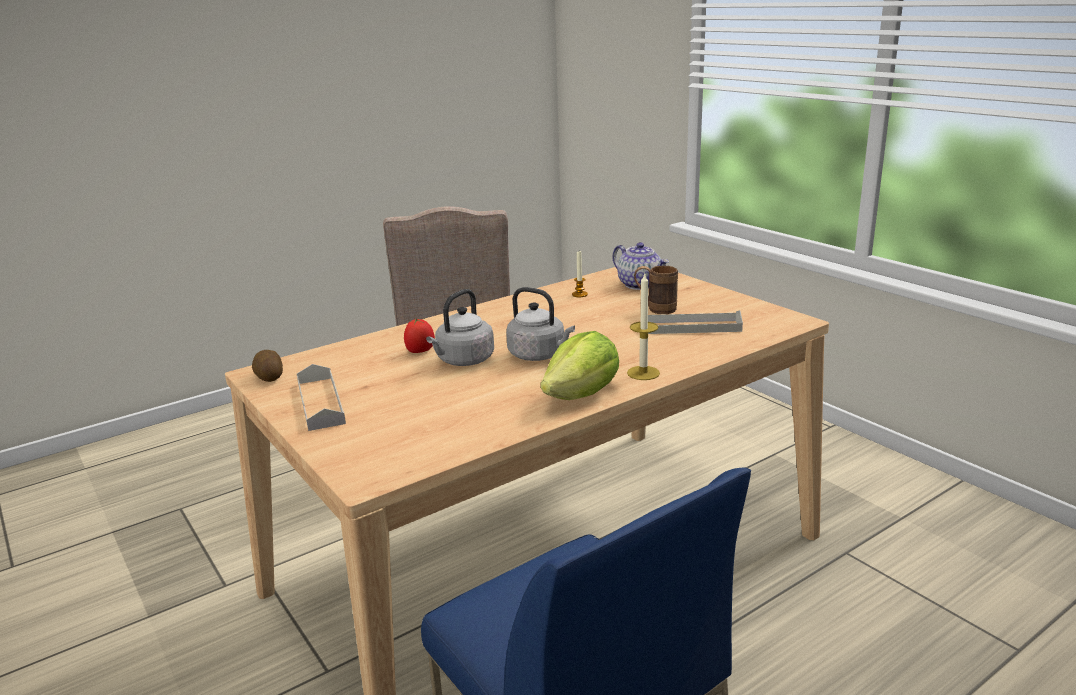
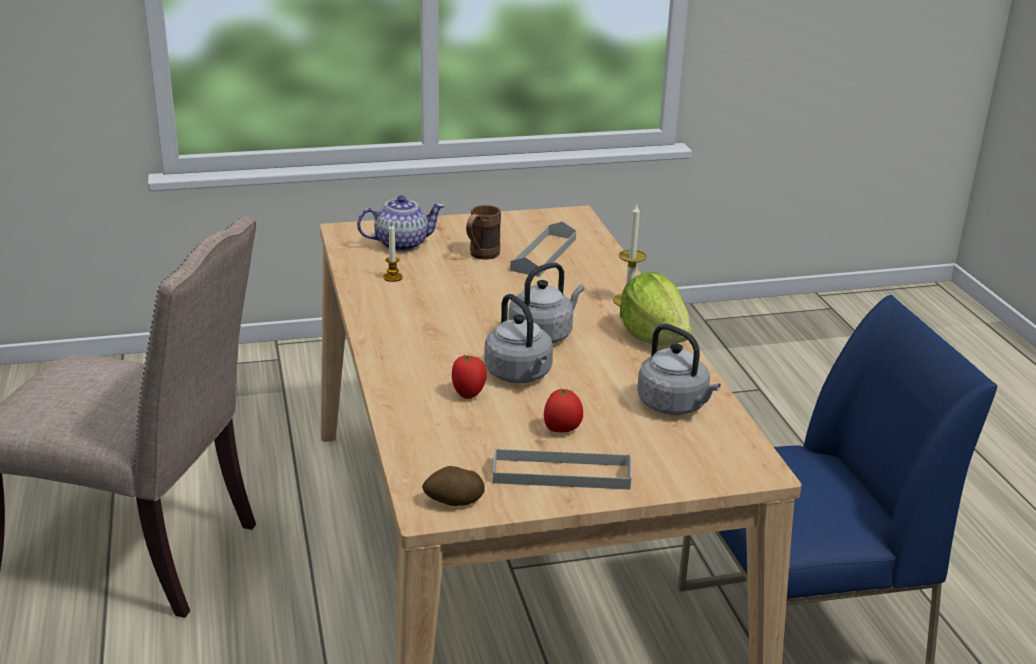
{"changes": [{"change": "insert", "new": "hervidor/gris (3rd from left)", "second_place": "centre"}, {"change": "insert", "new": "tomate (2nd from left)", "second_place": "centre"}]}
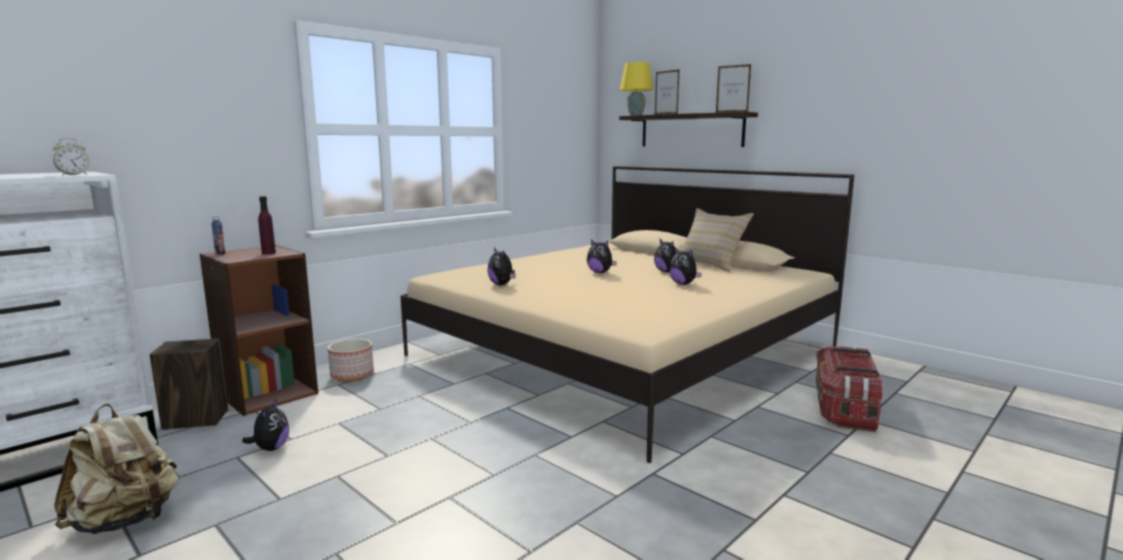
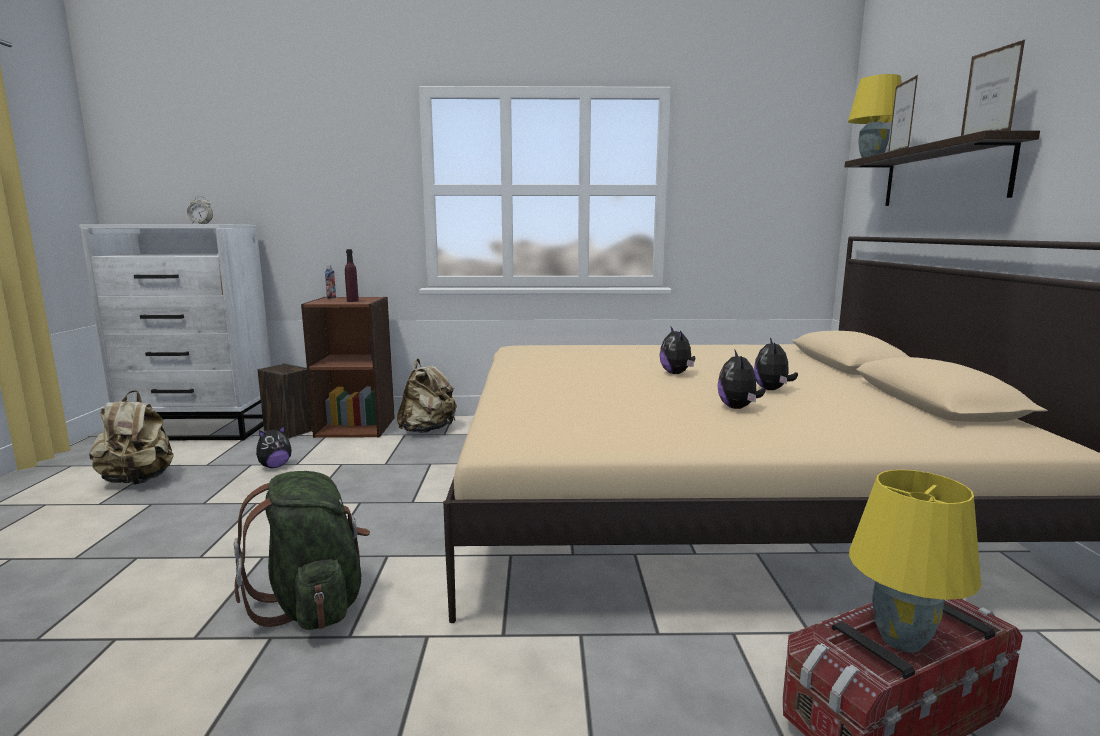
{"changes": [{"change": "delete", "old": "cojín/beis", "first_place": "centre"}, {"change": "delete", "old": "peluche (2nd from left)", "first_place": "centre"}, {"change": "replace", "old": "maceta", "new": "mochila/beis (2nd from left)", "first_place": "middle left", "second_place": "centre"}, {"change": "insert", "new": "lámpara de mesa/amarillo (2nd from left)", "second_place": "bottom right"}, {"change": "insert", "new": "mochila/verde", "second_place": "bottom left"}]}
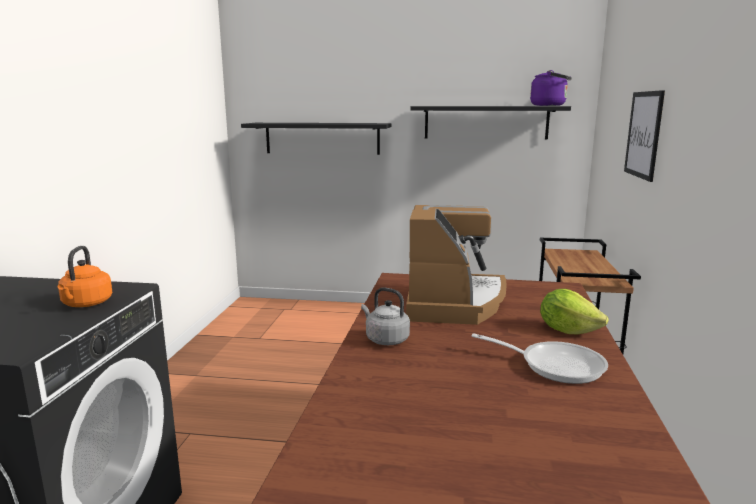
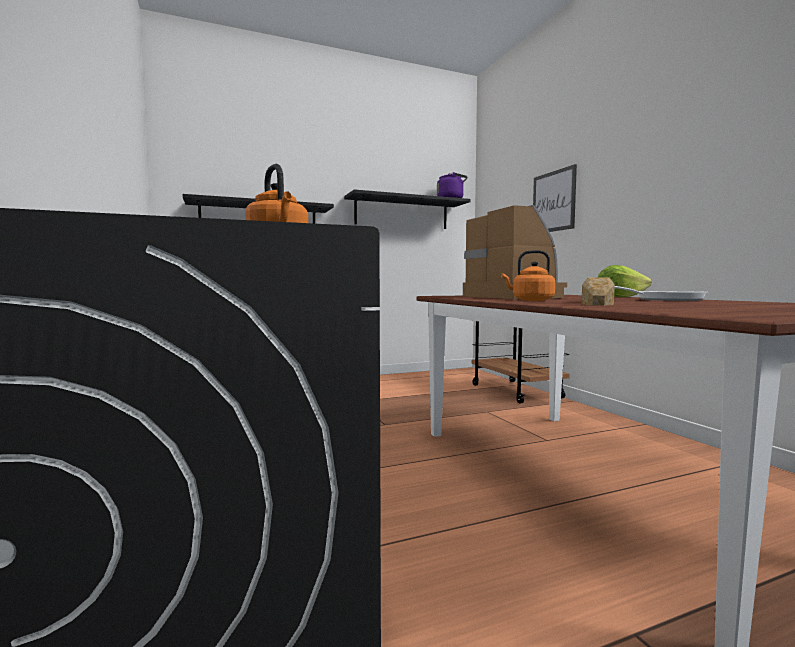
{"changes": [{"change": "recolor", "old": "hervidor/gris", "new": "hervidor/naranja (2nd from left)", "first_place": "centre", "second_place": "centre"}, {"change": "insert", "new": "pan", "second_place": "middle right"}]}
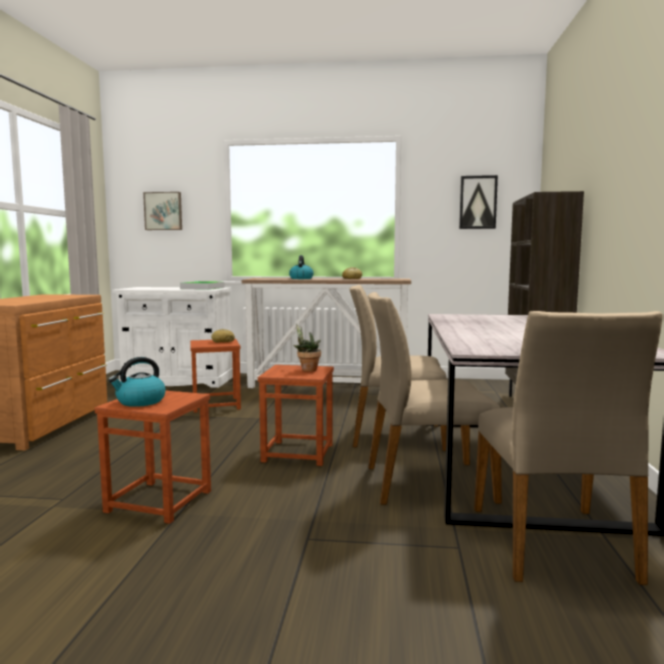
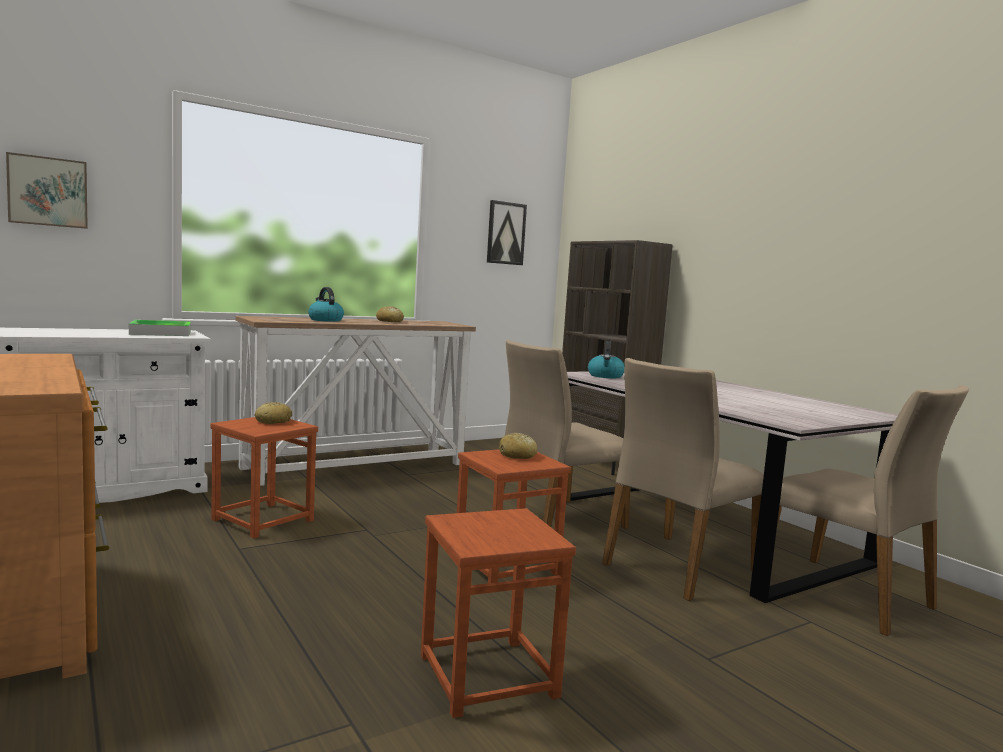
{"changes": [{"change": "replace", "old": "planta en maceta", "new": "pan (3rd from left)", "first_place": "centre", "second_place": "centre"}, {"change": "move", "old": "hervidor (1st from left in the first image)", "new": "hervidor (2nd from left)", "first_place": "middle left", "second_place": "centre"}]}
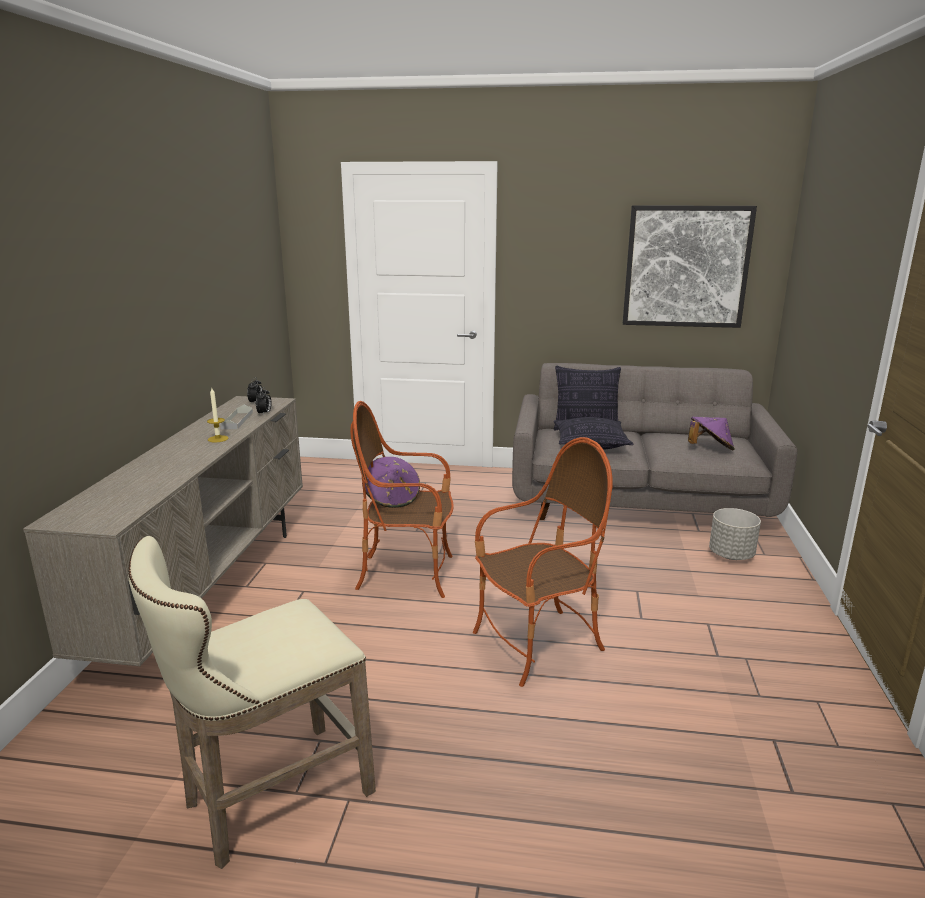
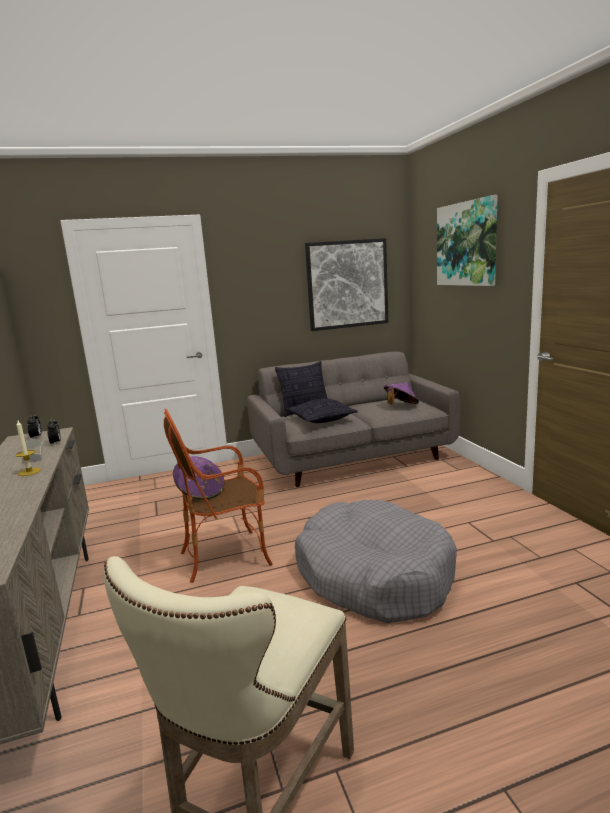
{"changes": [{"change": "replace", "old": "sillón (2nd from left)", "new": "cama para perro/gris", "first_place": "centre", "second_place": "bottom centre"}, {"change": "delete", "old": "maceta/gris", "first_place": "middle right"}, {"change": "insert", "new": "cuadro (2nd from left)", "second_place": "top right"}]}
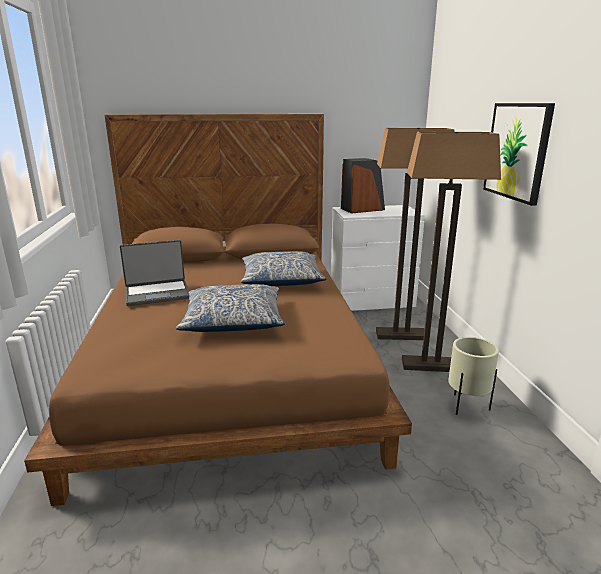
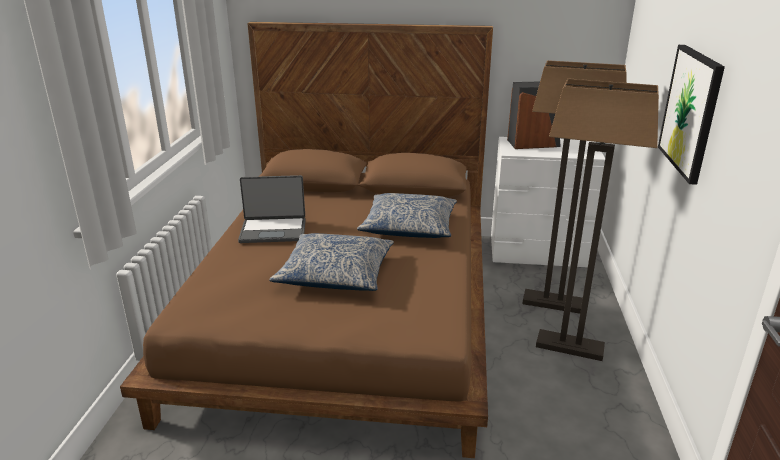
{"changes": [{"change": "delete", "old": "maceta/beis", "first_place": "middle right"}]}
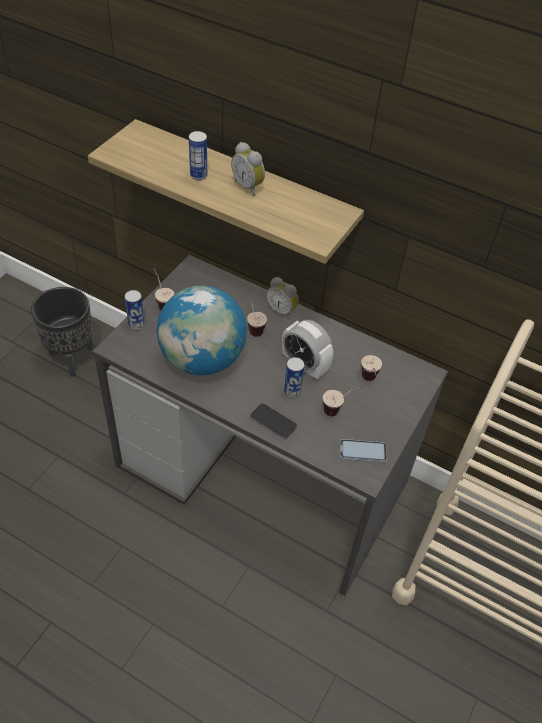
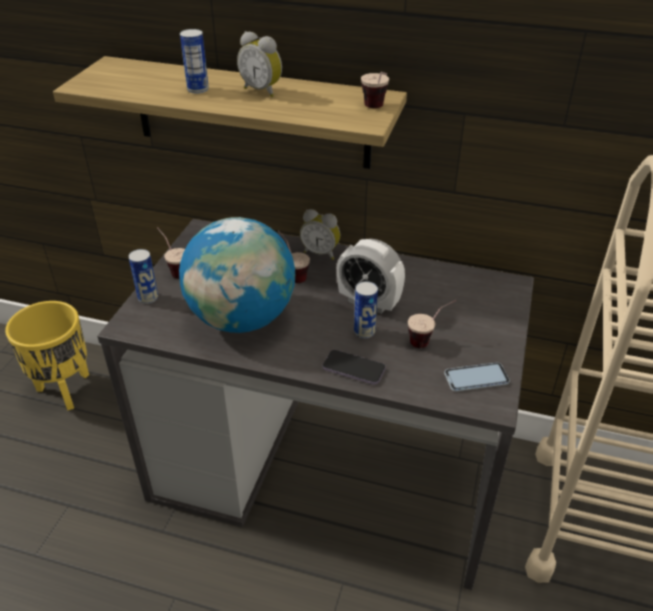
{"changes": [{"change": "recolor", "old": "maceta/negro", "new": "maceta/amarillo", "first_place": "middle left", "second_place": "middle left"}, {"change": "move", "old": "taza (4th from left in the first image)", "new": "taza (3rd from left)", "first_place": "middle right", "second_place": "top centre"}]}
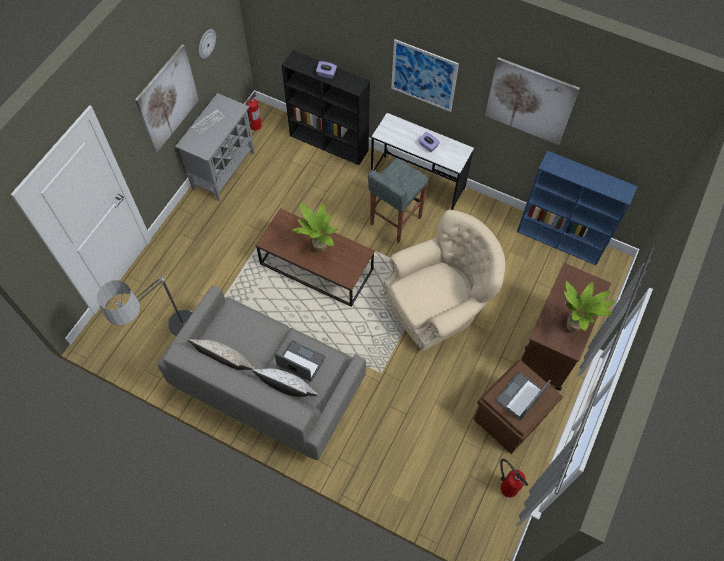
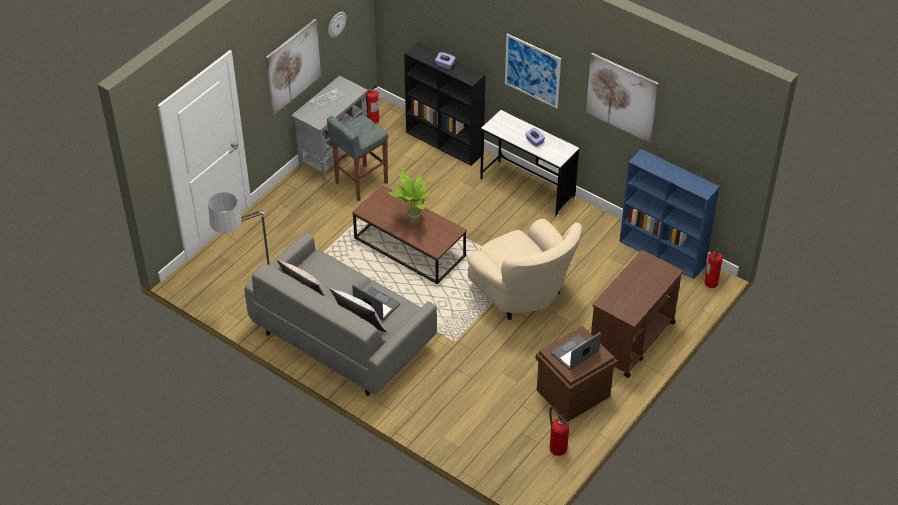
{"changes": [{"change": "move", "old": "taburete/gris", "first_place": "centre", "second_place": "top centre"}, {"change": "rotate", "old": "sillón/beis", "first_place": "centre", "second_place": "centre", "degrees": 75}, {"change": "delete", "old": "planta en maceta (2nd from left)", "first_place": "middle right"}, {"change": "insert", "new": "extintor (3rd from left)", "second_place": "middle right"}]}
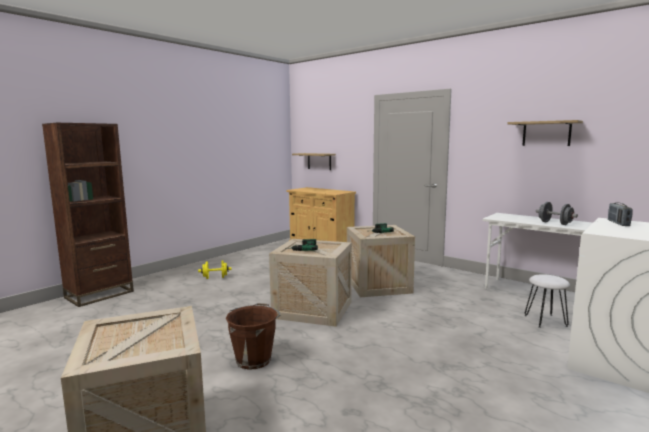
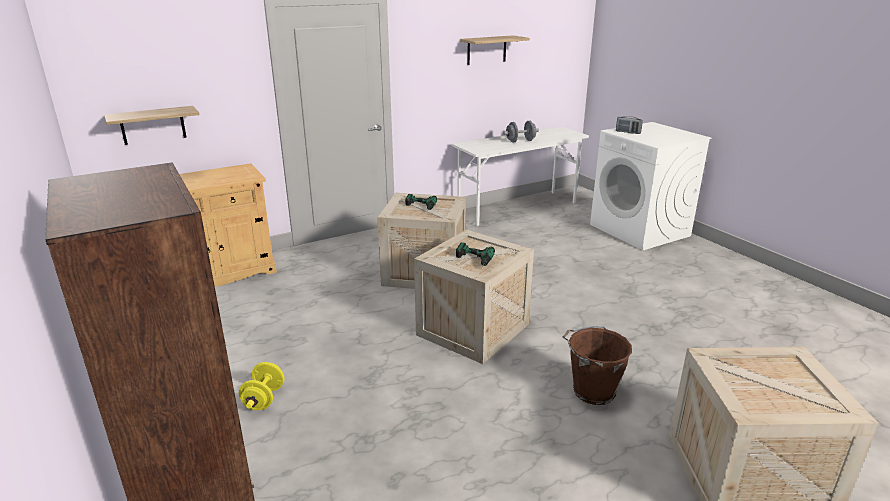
{"changes": [{"change": "delete", "old": "taburete/blanco", "first_place": "bottom right"}]}
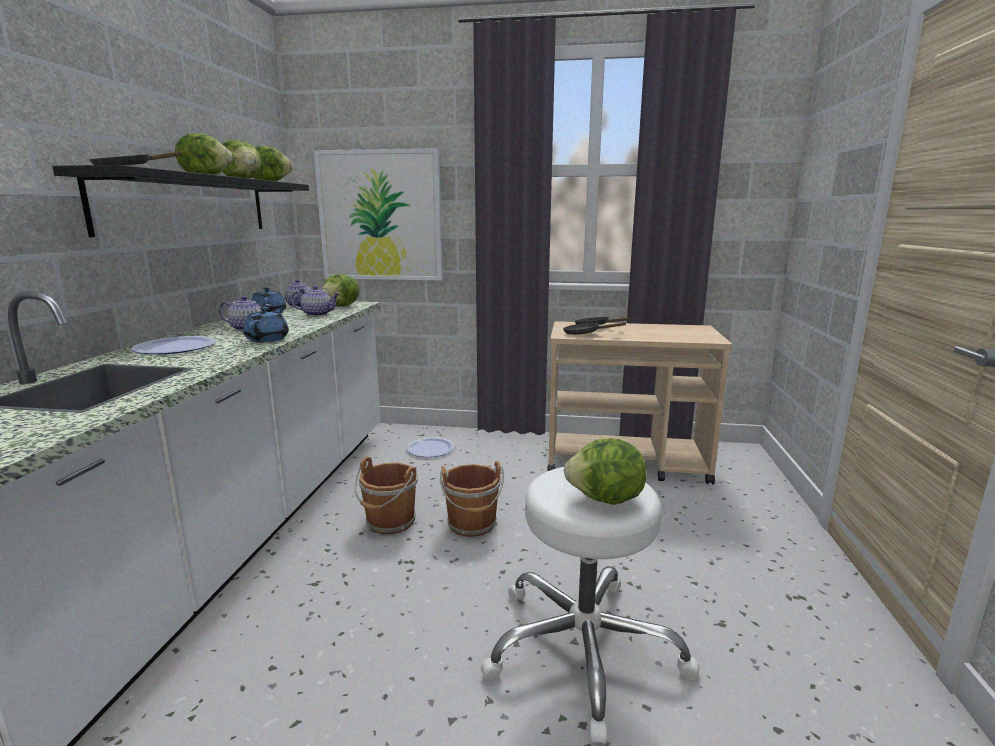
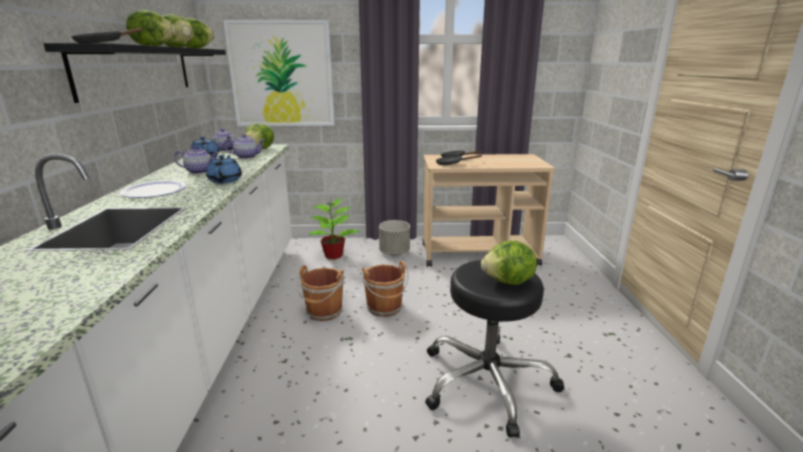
{"changes": [{"change": "replace", "old": "plato (2nd from left)", "new": "planta en maceta", "first_place": "centre", "second_place": "centre"}, {"change": "recolor", "old": "taburete/blanco", "new": "taburete/negro", "first_place": "bottom centre", "second_place": "bottom centre"}, {"change": "insert", "new": "maceta/gris", "second_place": "centre"}]}
